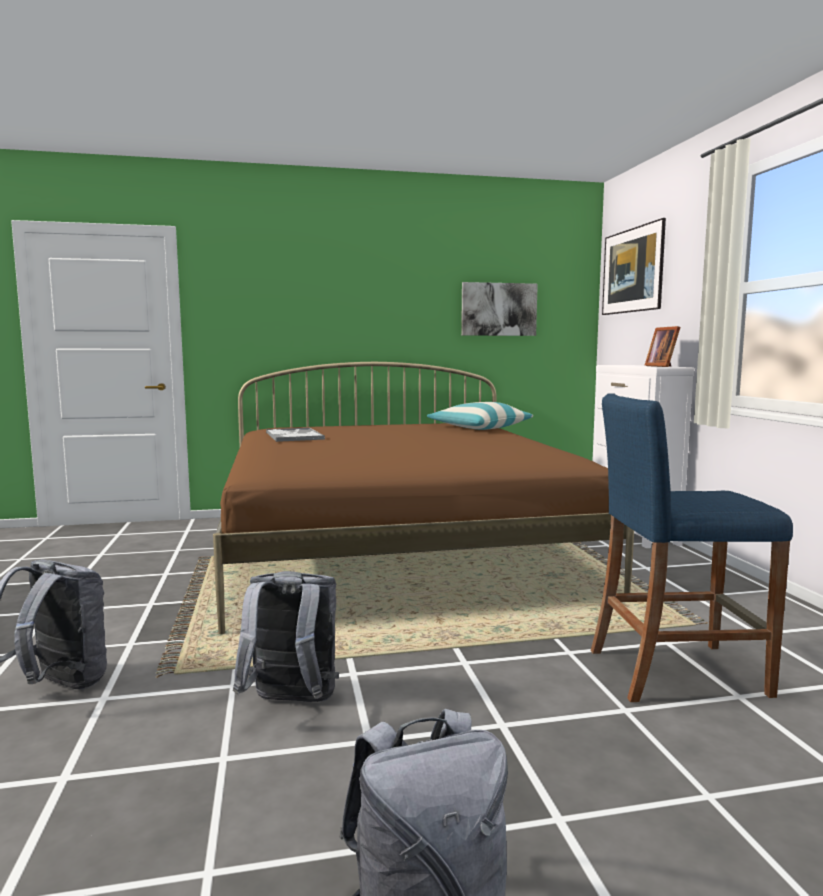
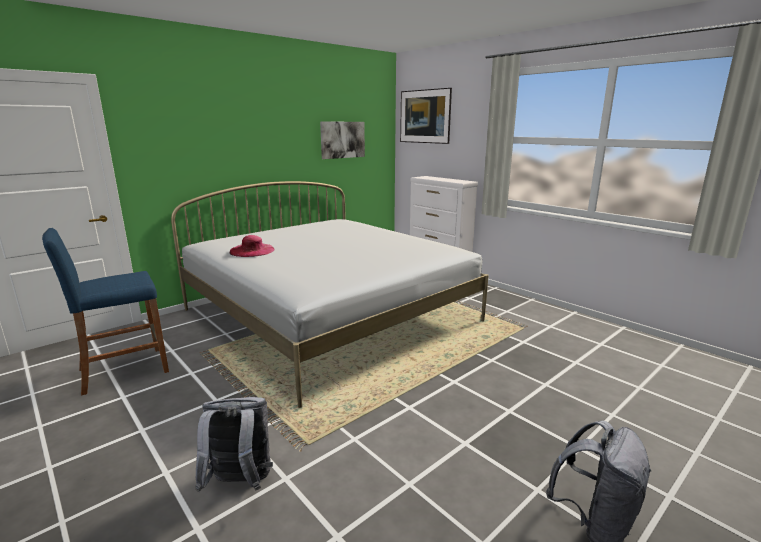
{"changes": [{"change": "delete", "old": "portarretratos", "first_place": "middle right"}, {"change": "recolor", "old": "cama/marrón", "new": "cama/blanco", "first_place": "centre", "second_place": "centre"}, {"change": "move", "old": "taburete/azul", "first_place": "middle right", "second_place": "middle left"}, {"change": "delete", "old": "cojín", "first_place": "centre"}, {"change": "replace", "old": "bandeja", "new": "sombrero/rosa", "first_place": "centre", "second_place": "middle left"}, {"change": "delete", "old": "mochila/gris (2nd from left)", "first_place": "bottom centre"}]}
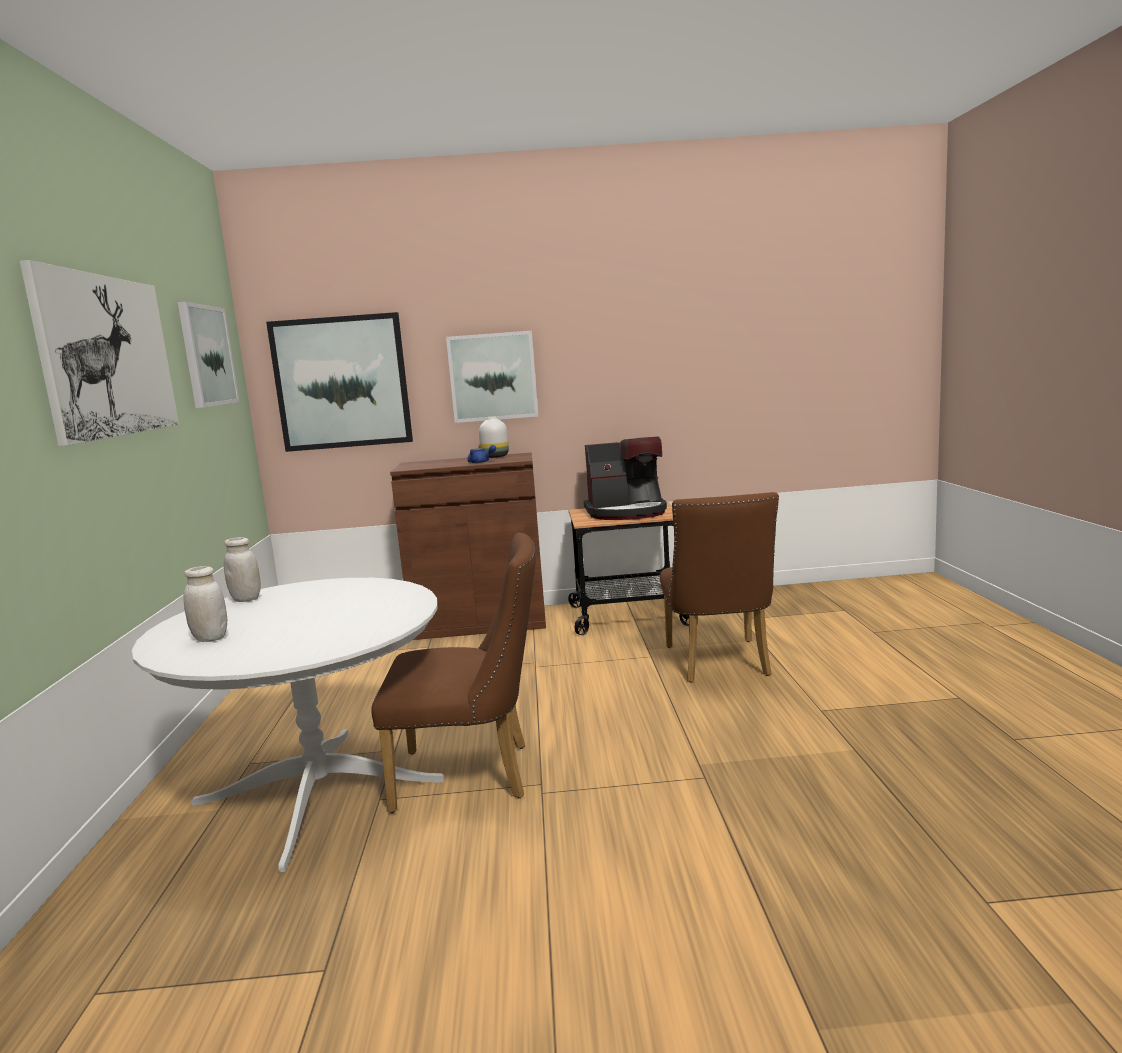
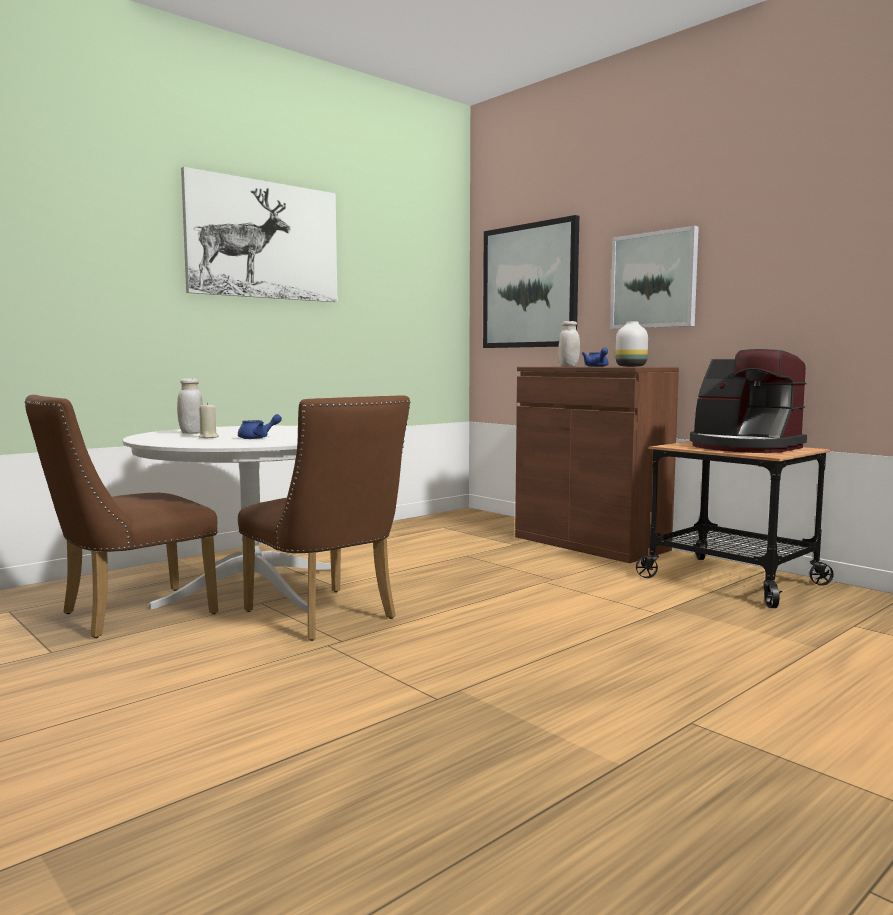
{"changes": [{"change": "delete", "old": "cuadro (2nd from left)", "first_place": "middle left"}, {"change": "move", "old": "silla/marrón (2nd from left in the first image)", "new": "silla/marrón (1st from left)", "first_place": "centre", "second_place": "middle left"}, {"change": "move", "old": "tarro/blanco (2nd from left)", "first_place": "middle left", "second_place": "centre"}, {"change": "insert", "new": "vela/beis", "second_place": "middle left"}, {"change": "insert", "new": "tetera/azul (1st from left)", "second_place": "middle left"}]}
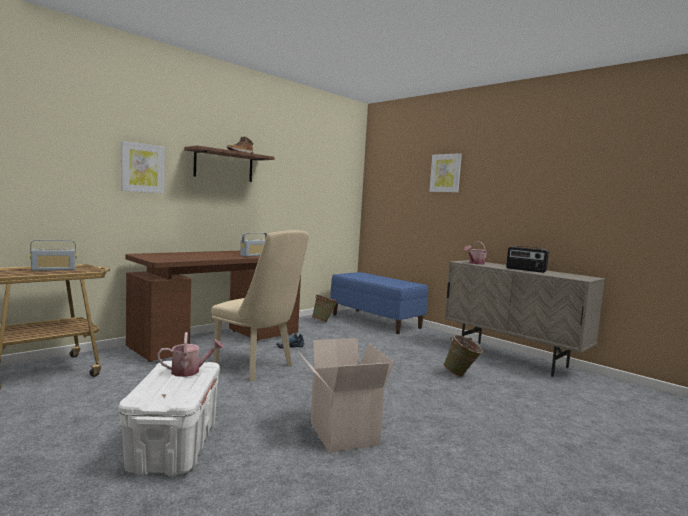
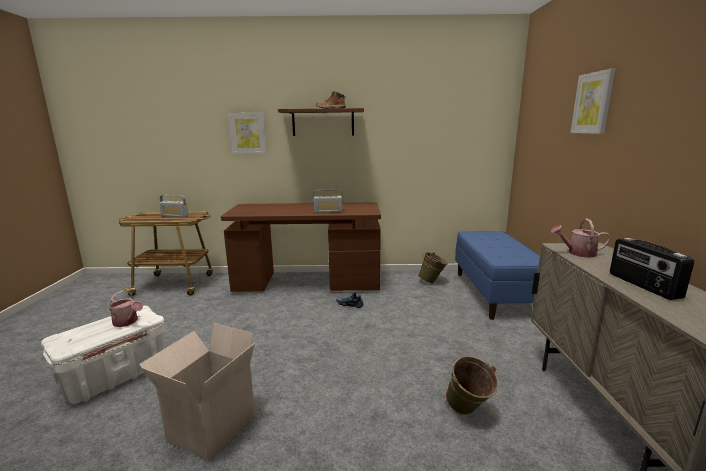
{"changes": [{"change": "delete", "old": "silla/beis", "first_place": "centre"}]}
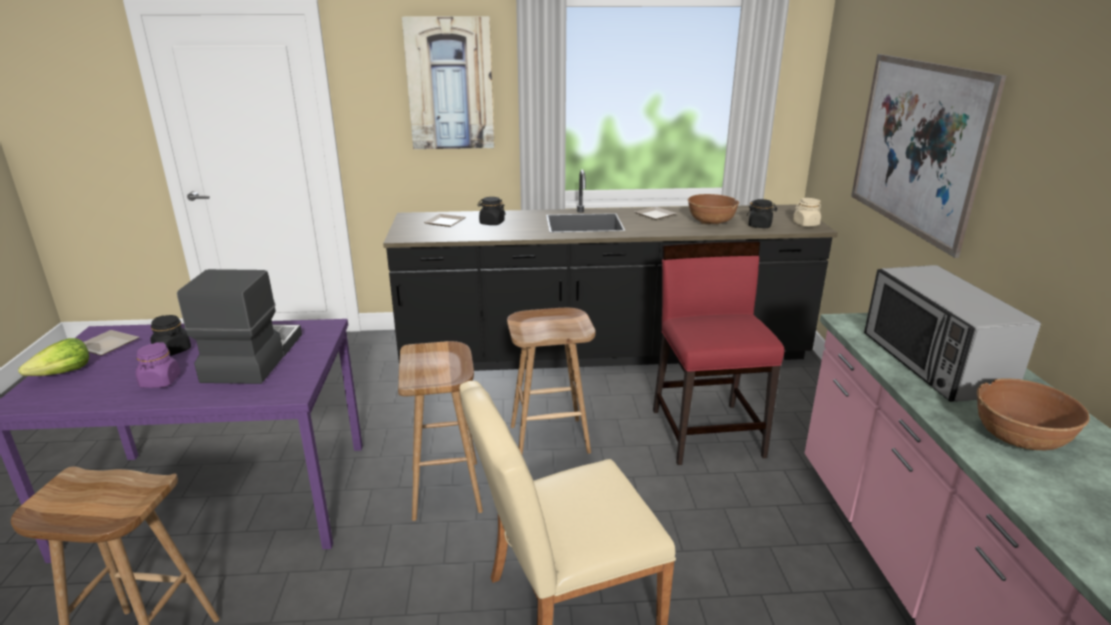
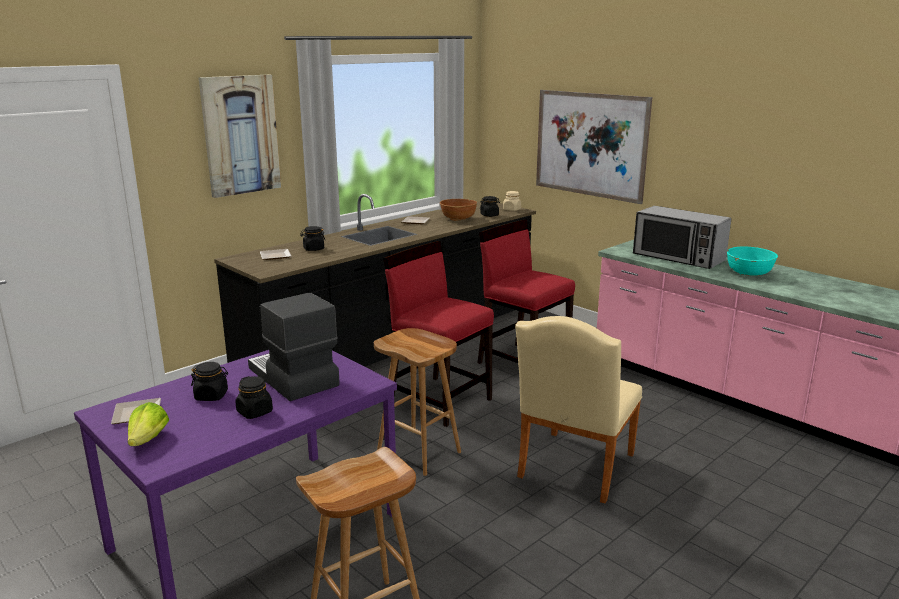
{"changes": [{"change": "replace", "old": "taburete/marrón (3rd from left)", "new": "silla/rojo (1st from left)", "first_place": "centre", "second_place": "centre"}, {"change": "recolor", "old": "tarro/morado", "new": "tarro/negro (2nd from left)", "first_place": "middle left", "second_place": "middle left"}, {"change": "recolor", "old": "cuenco/marrón (2nd from left)", "new": "cuenco/turquesa", "first_place": "middle right", "second_place": "middle right"}]}
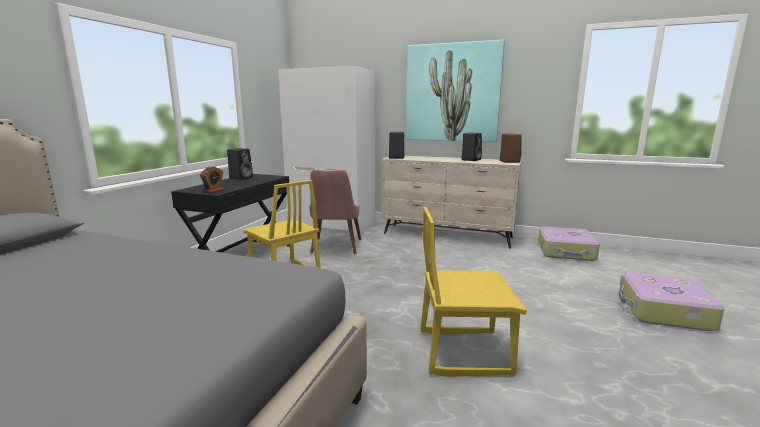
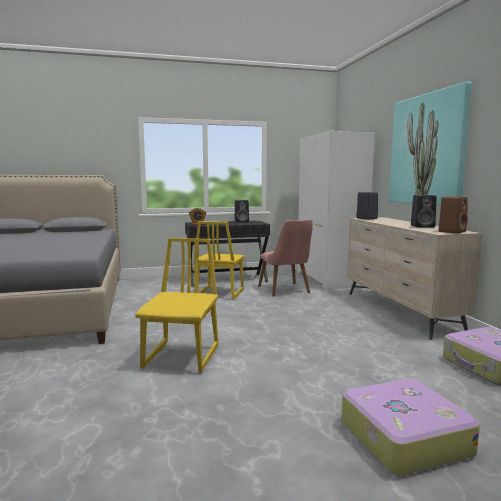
{"changes": [{"change": "rotate", "old": "silla/rosa", "first_place": "centre", "second_place": "centre", "degrees": -75}, {"change": "rotate", "old": "silla/amarillo (2nd from left in the first image)", "first_place": "bottom centre", "second_place": "centre", "degrees": 45}]}
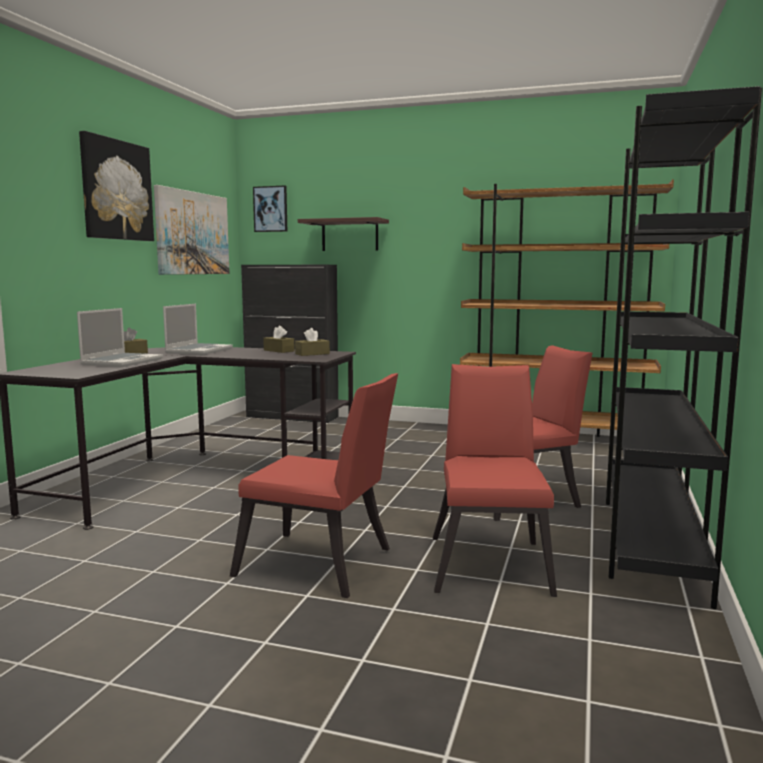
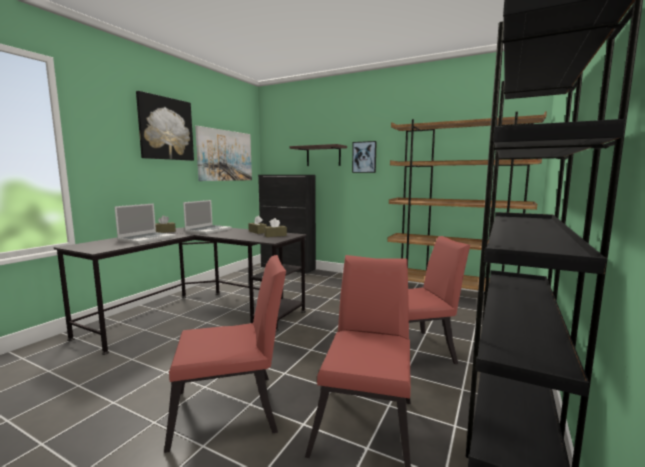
{"changes": [{"change": "move", "old": "cuadro (3rd from left)", "first_place": "top centre", "second_place": "centre"}, {"change": "rotate", "old": "silla/rojo (1st from left)", "first_place": "centre", "second_place": "bottom centre", "degrees": -45}]}
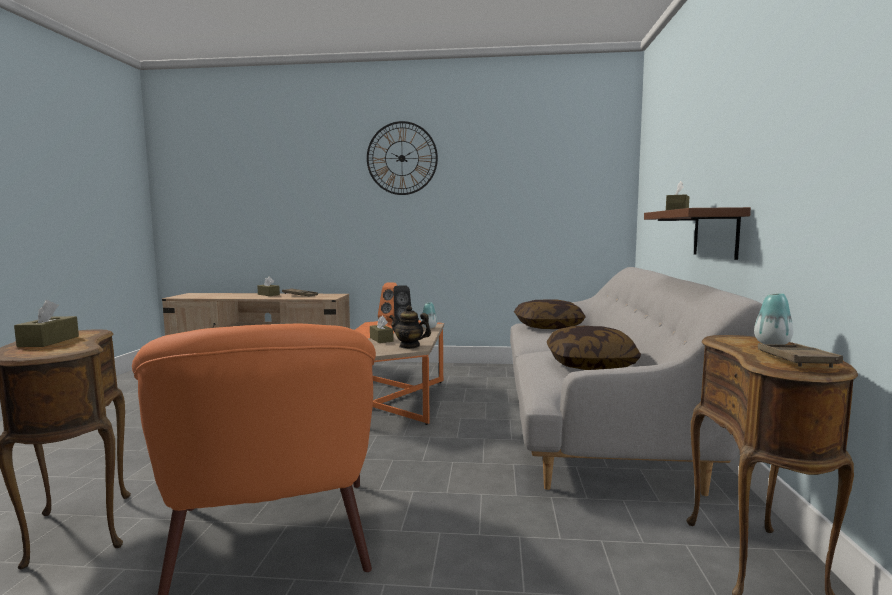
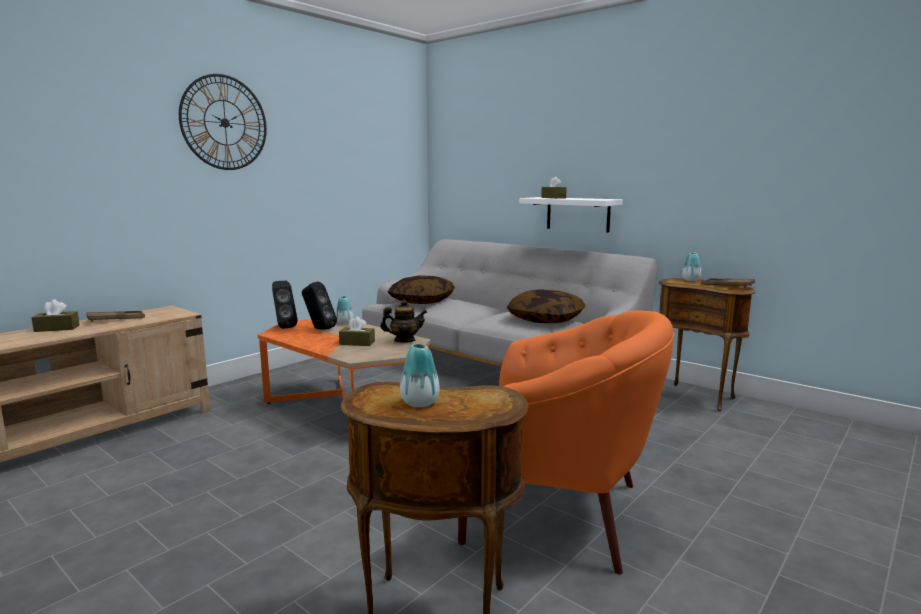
{"changes": [{"change": "recolor", "old": "estante/marrón", "new": "estante/blanco", "first_place": "middle right", "second_place": "centre"}, {"change": "recolor", "old": "altavoz/naranja", "new": "altavoz/negro (1st from left)", "first_place": "centre", "second_place": "middle left"}, {"change": "replace", "old": "caja de pañuelos/marrón (1st from left)", "new": "florero (2nd from left)", "first_place": "middle left", "second_place": "centre"}, {"change": "rotate", "old": "tetera", "first_place": "centre", "second_place": "centre", "degrees": -150}]}
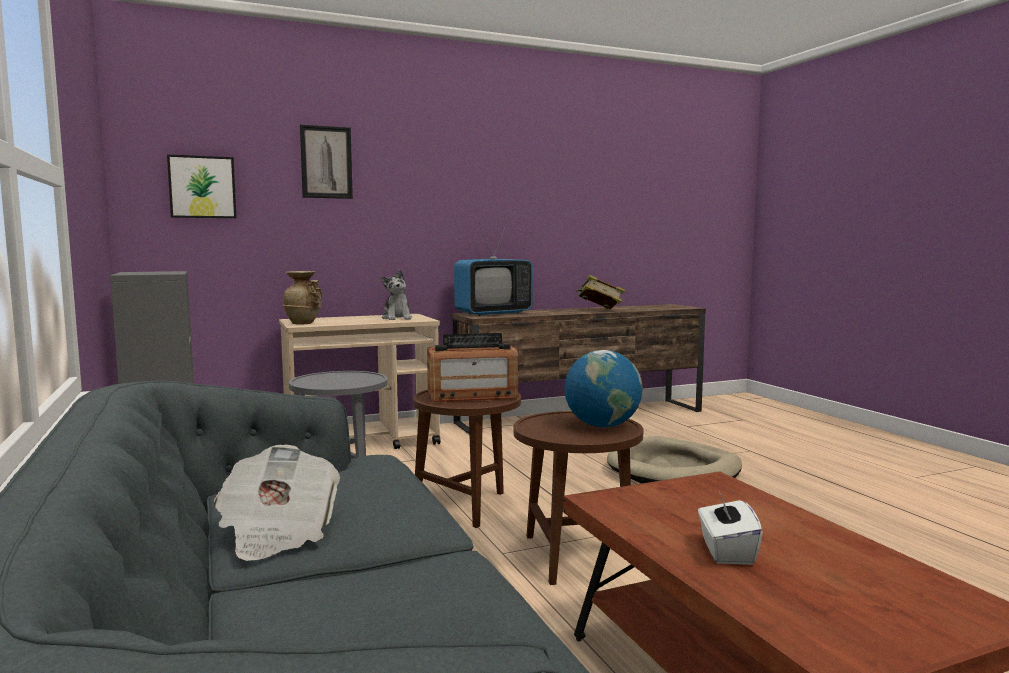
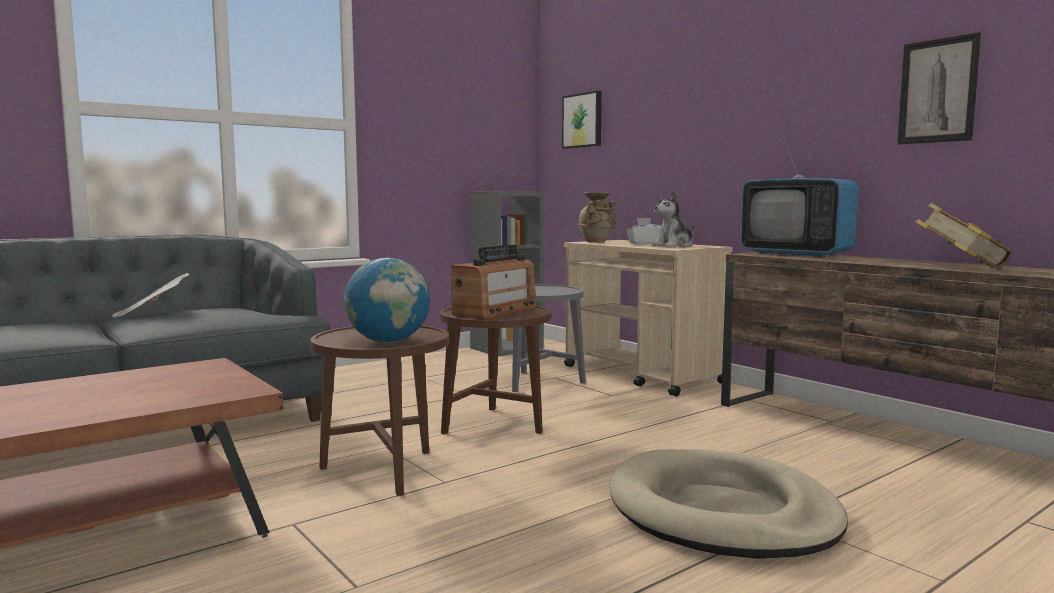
{"changes": [{"change": "move", "old": "cuadro (2nd from left)", "first_place": "top left", "second_place": "top right"}, {"change": "rotate", "old": "radio", "first_place": "centre", "second_place": "centre", "degrees": -120}, {"change": "move", "old": "caja de pañuelos/blanco", "first_place": "bottom right", "second_place": "centre"}]}
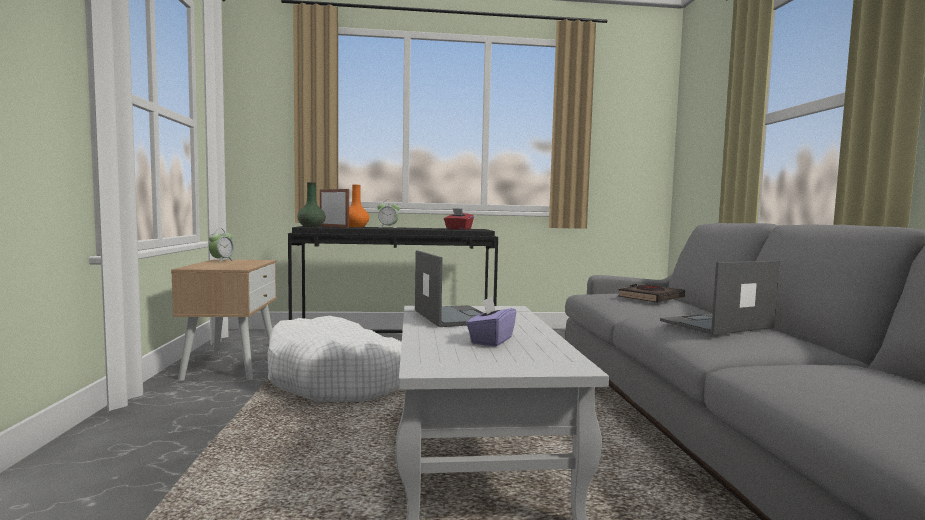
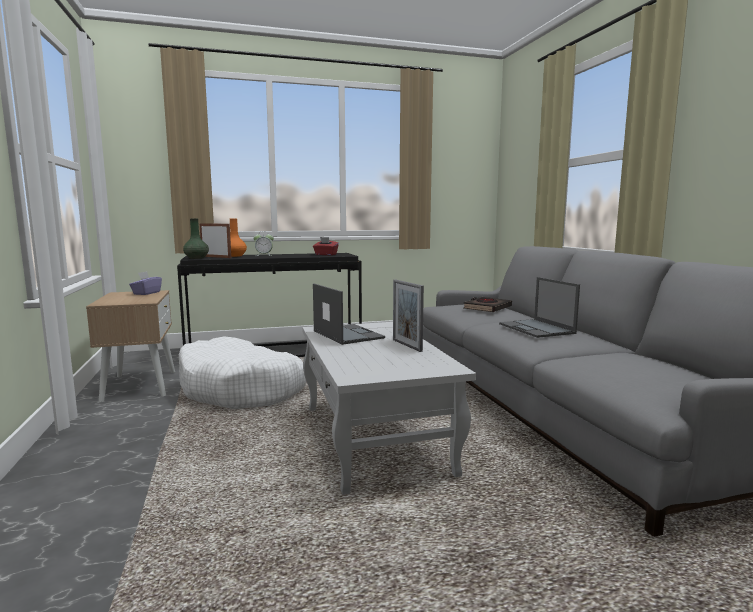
{"changes": [{"change": "delete", "old": "despertador (1st from left)", "first_place": "middle left"}, {"change": "rotate", "old": "portátil (2nd from left)", "first_place": "middle right", "second_place": "middle right", "degrees": -75}, {"change": "move", "old": "caja de pañuelos/morado", "first_place": "centre", "second_place": "middle left"}, {"change": "insert", "new": "portarretratos (2nd from left)", "second_place": "centre"}]}
